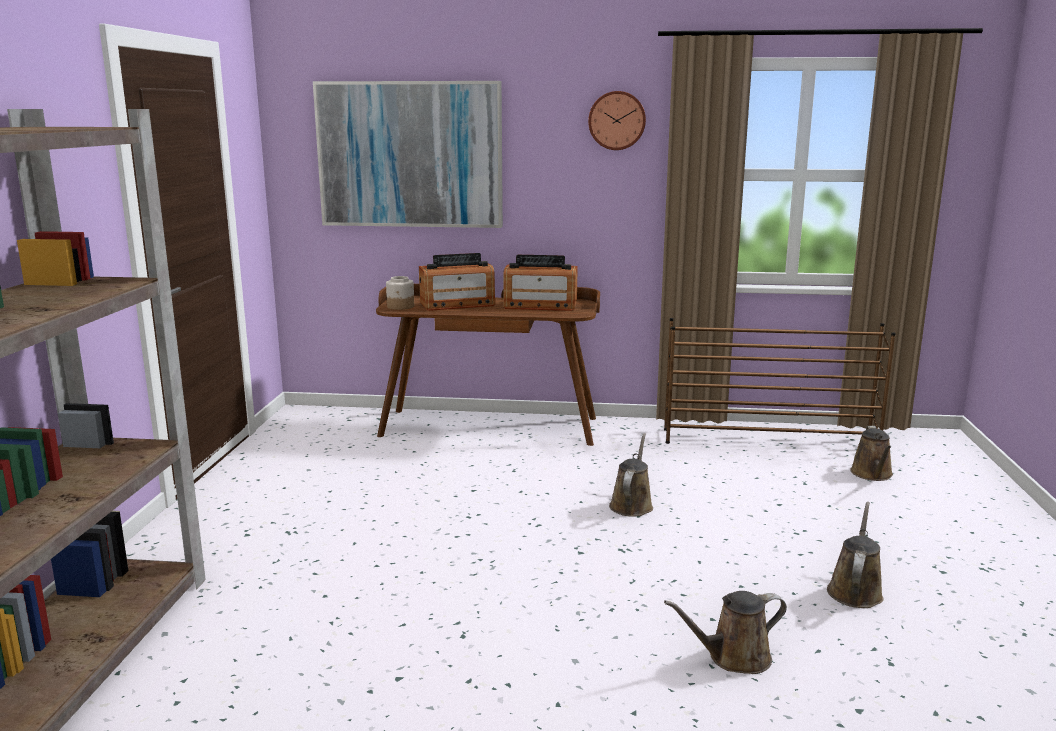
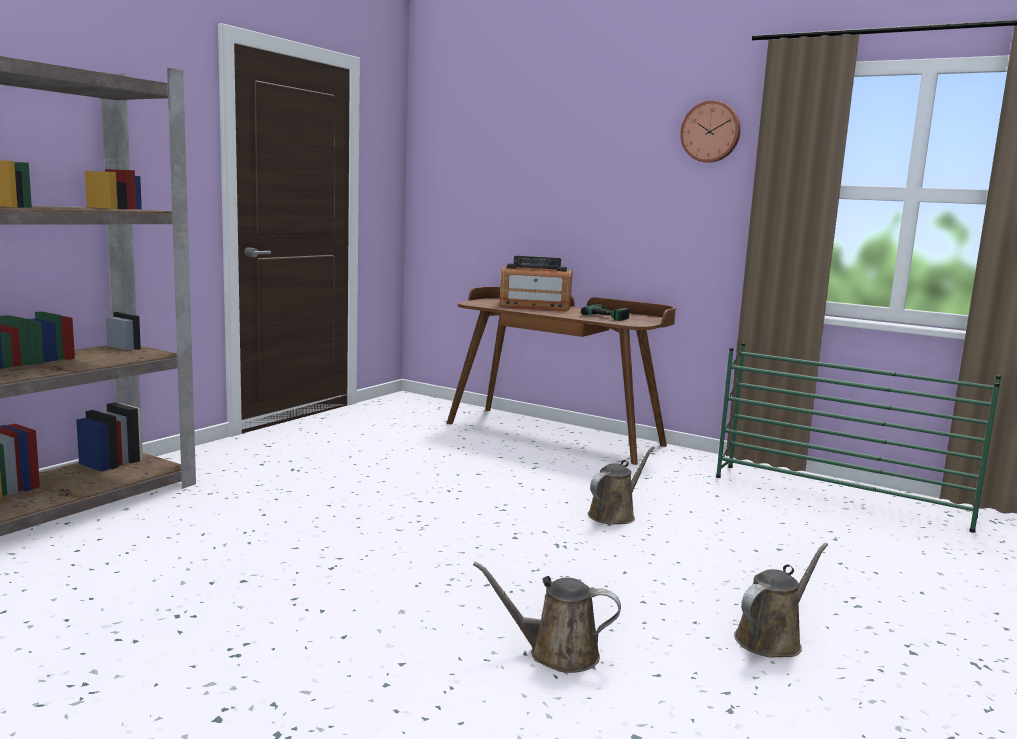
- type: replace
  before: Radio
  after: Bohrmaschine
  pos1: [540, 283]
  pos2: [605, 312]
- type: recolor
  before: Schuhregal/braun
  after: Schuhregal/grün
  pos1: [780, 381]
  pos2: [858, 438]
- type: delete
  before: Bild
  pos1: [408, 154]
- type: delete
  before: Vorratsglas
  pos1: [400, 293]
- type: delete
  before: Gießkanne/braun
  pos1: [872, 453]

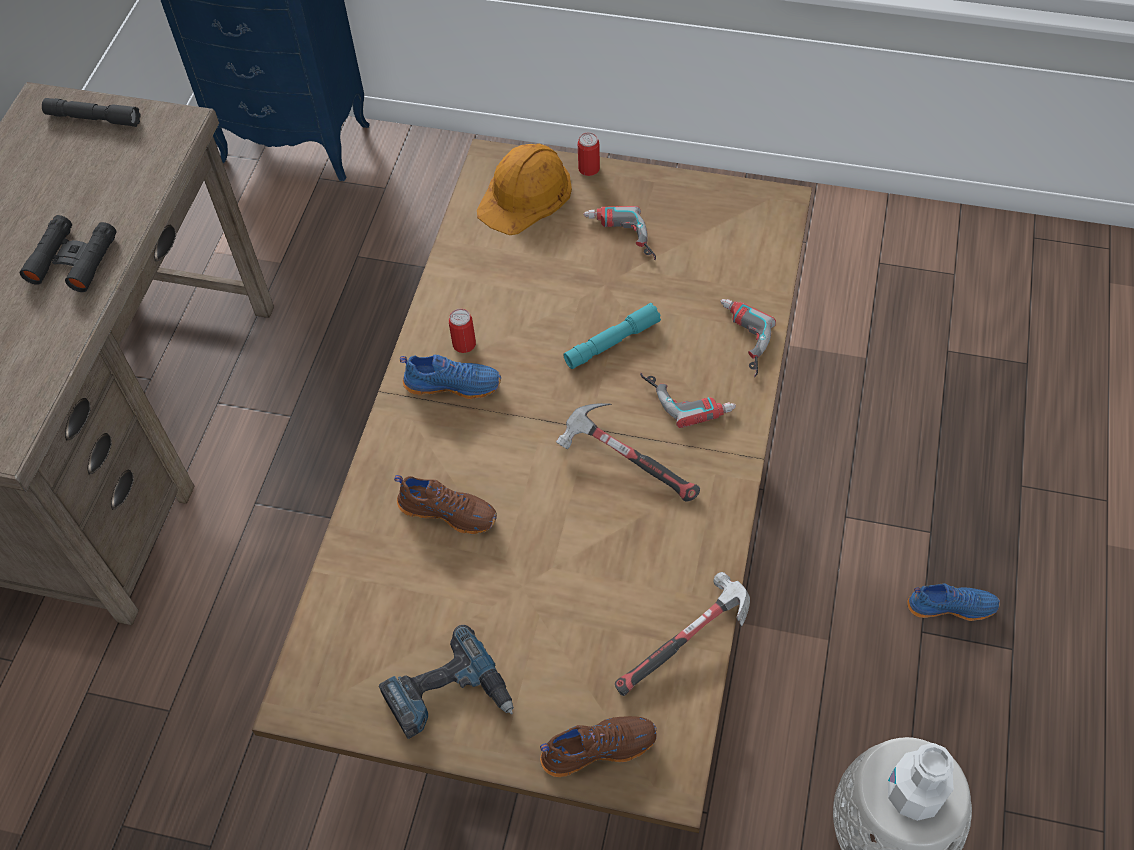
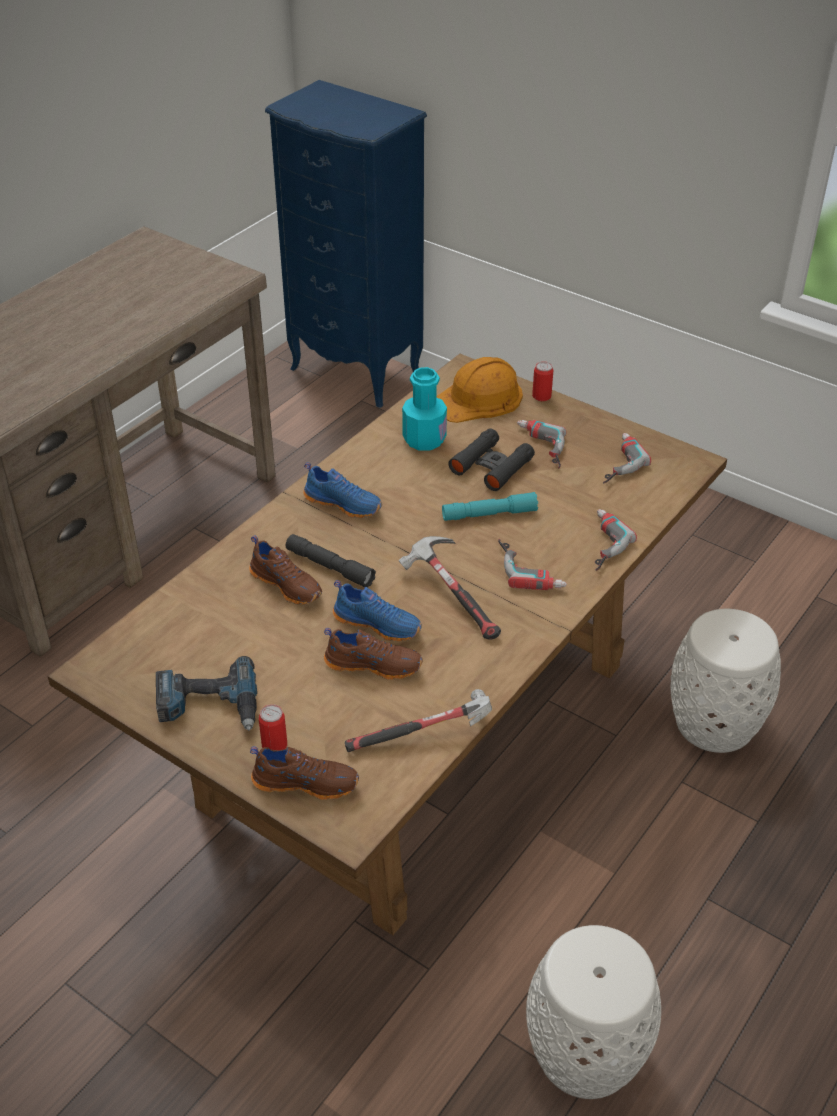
- type: move
  before: Dose
  pos1: [462, 331]
  pos2: [273, 727]
- type: move
  before: Taschenlampe/grau
  pos1: [91, 112]
  pos2: [331, 560]
- type: insert
  after: Schuh/braun
  pos2: [373, 654]
- type: move
  before: Schuh/blau
  pos1: [953, 602]
  pos2: [377, 611]
- type: insert
  after: Flasche/türkis
  pos2: [424, 409]
- type: move
  before: Fernglas/schwarz
  pos1: [68, 253]
  pos2: [492, 459]
- type: insert
  after: Bohrmaschine
  pos2: [627, 458]
- type: insert
  after: Hocker/weiß
  pos2: [726, 681]
- type: delete
  before: Flasche/weiß
  pos1: [921, 782]

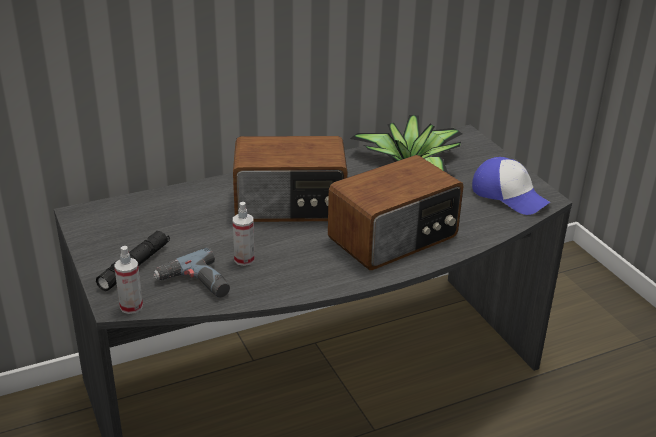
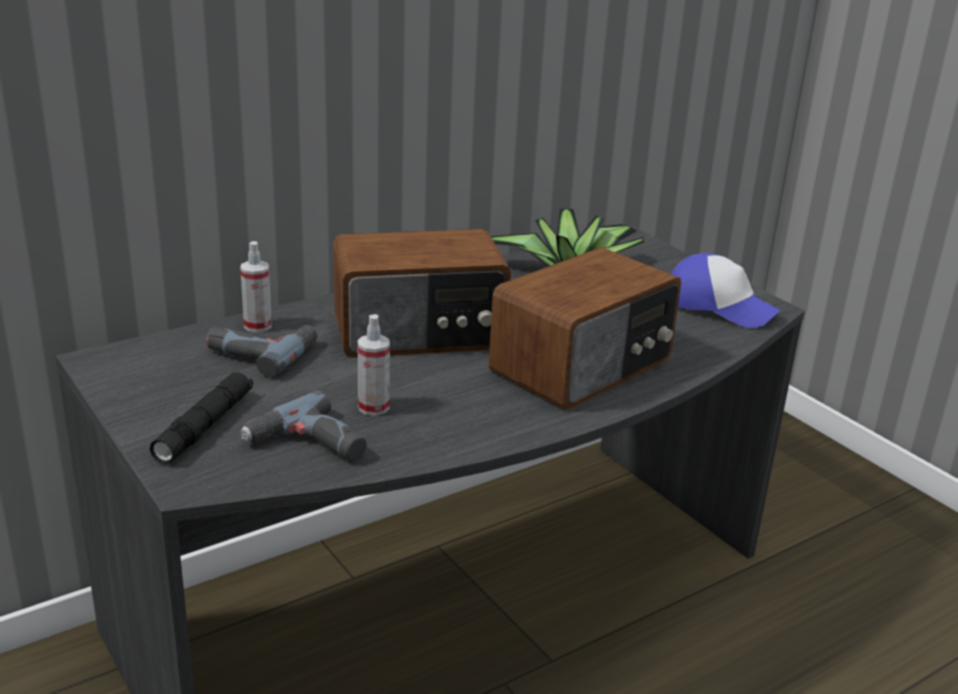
- type: insert
  after: Bohrmaschine
  pos2: [261, 351]
- type: move
  before: Sprühflasche
  pos1: [128, 280]
  pos2: [256, 286]

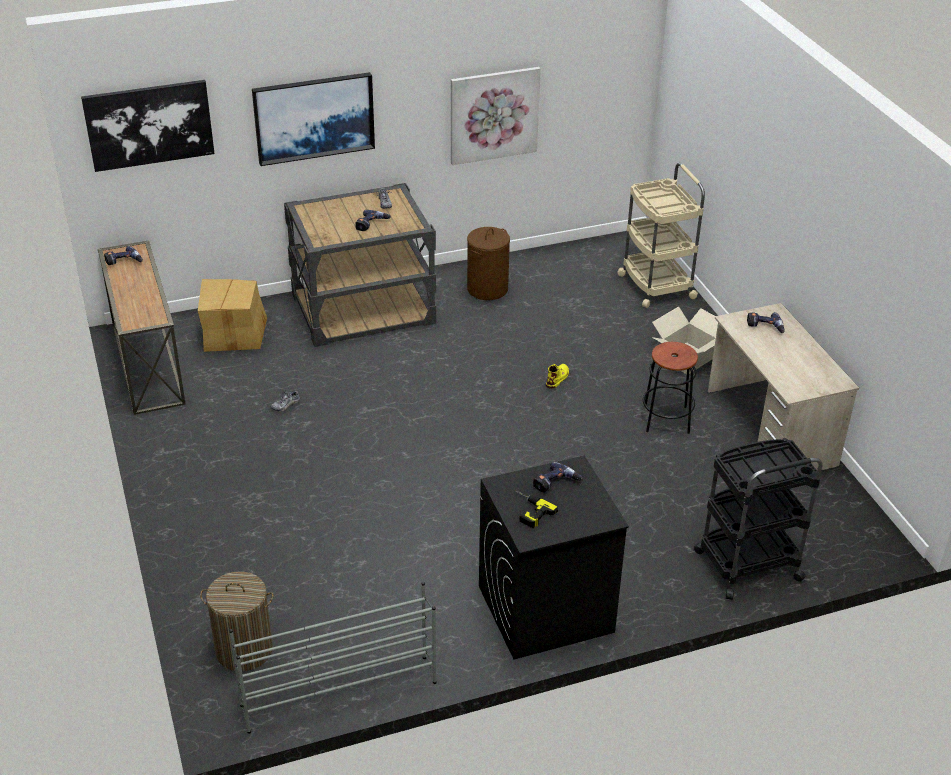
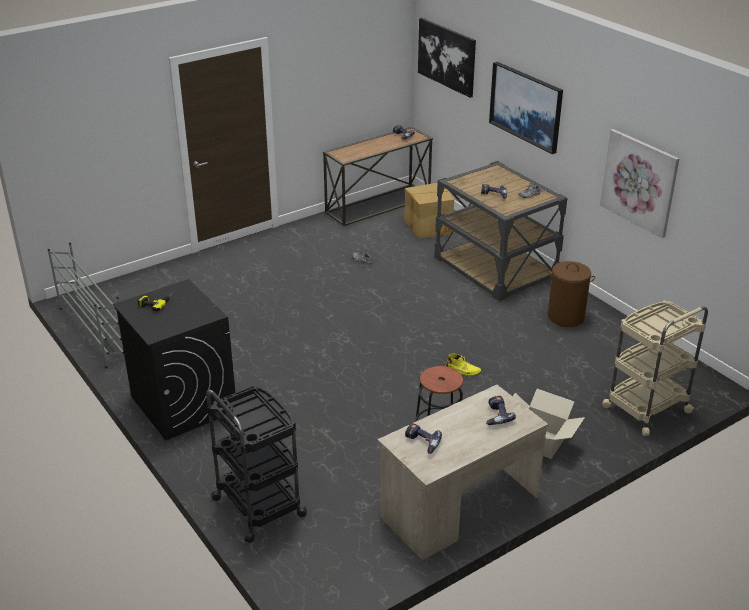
- type: move
  before: Bohrmaschine
  pos1: [558, 476]
  pos2: [423, 438]
- type: delete
  before: Wäschekorb
  pos1: [237, 621]

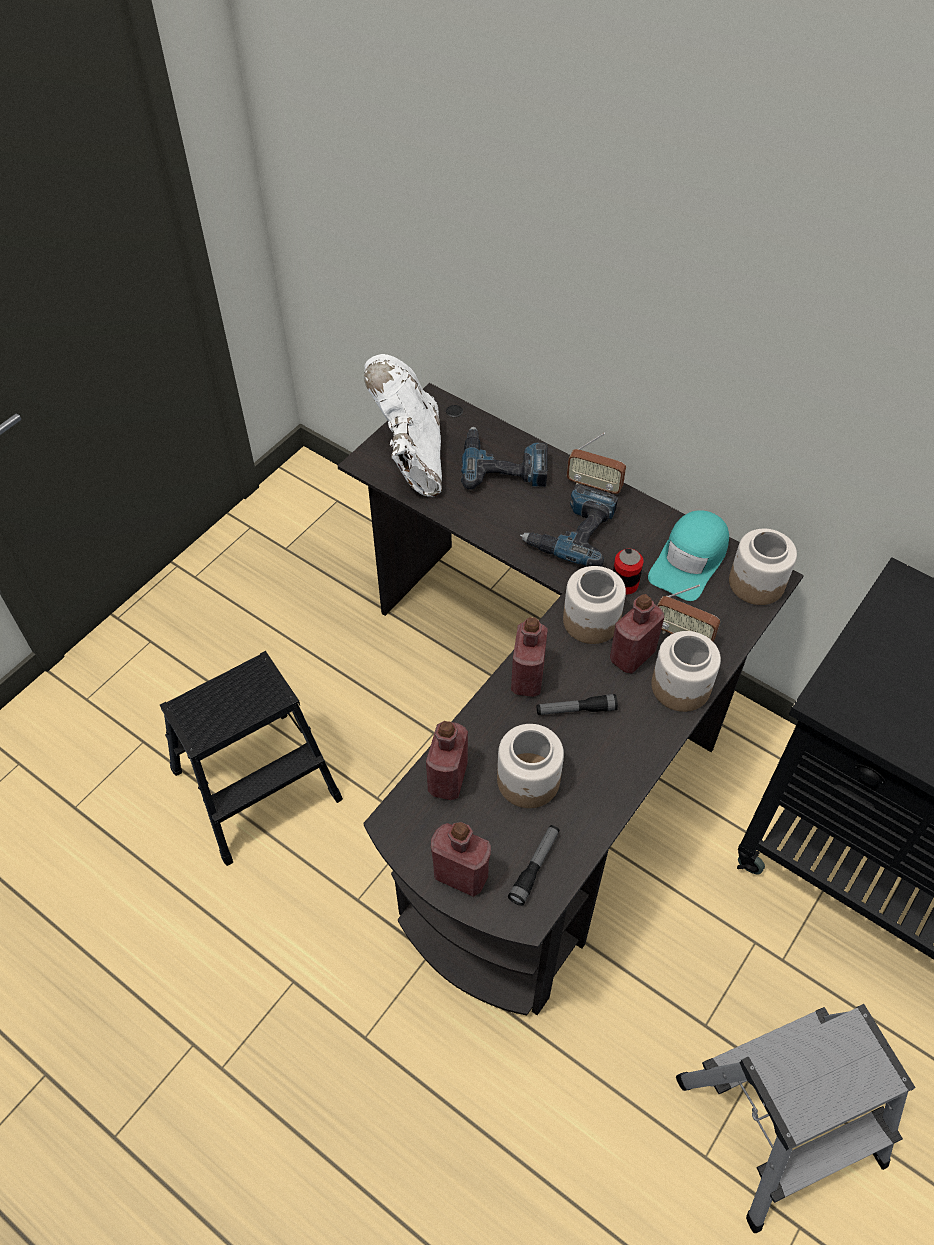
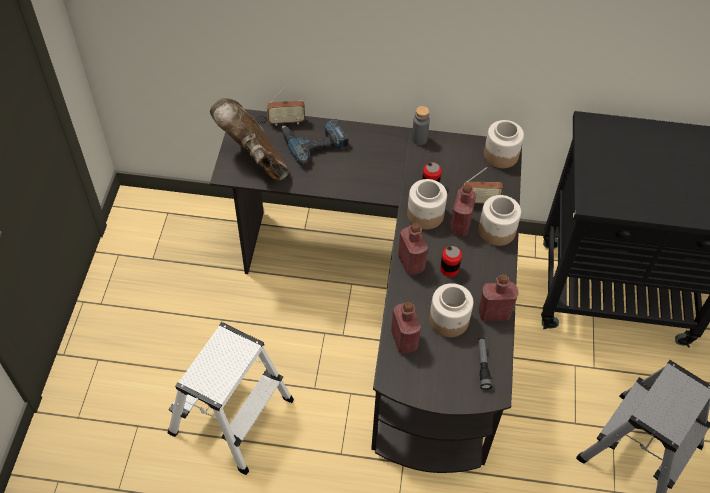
- type: recolor
  before: Trittleiter/schwarz
  after: Trittleiter/weiß
  pos1: [251, 758]
  pos2: [231, 398]
- type: recolor
  before: Stiefel/weiß
  after: Stiefel/braun
  pos1: [403, 425]
  pos2: [249, 139]
- type: move
  before: Radio
  pos1: [596, 463]
  pos2: [286, 106]
- type: insert
  after: Flasche/grau
  pos2: [421, 125]
- type: replace
  before: Taschenlampe
  after: Dose
  pos1: [577, 704]
  pos2: [451, 261]
- type: move
  before: Flasche/rot
  pos1: [461, 859]
  pos2: [499, 297]
- type: delete
  before: Bohrmaschine
  pos1: [569, 525]
- type: delete
  before: Kappe/türkis
  pos1: [688, 555]

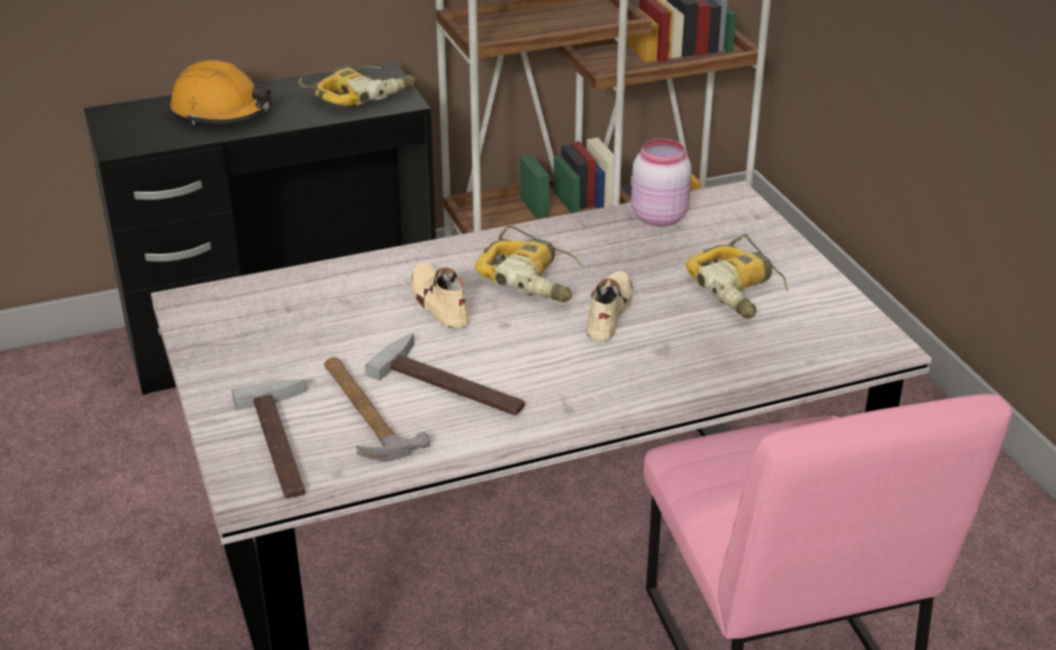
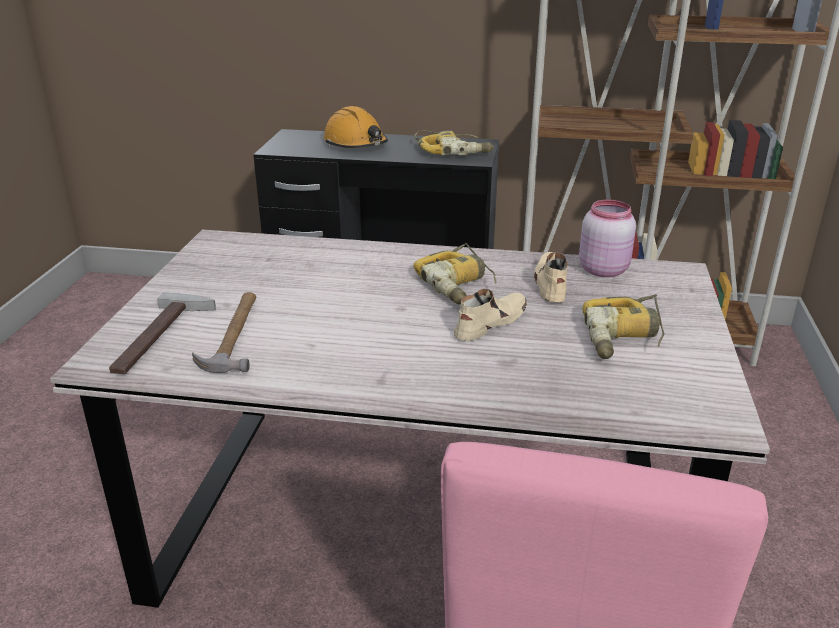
- type: move
  before: Schuh/beige
  pos1: [440, 295]
  pos2: [551, 277]
- type: delete
  before: Hammer
  pos1: [445, 374]

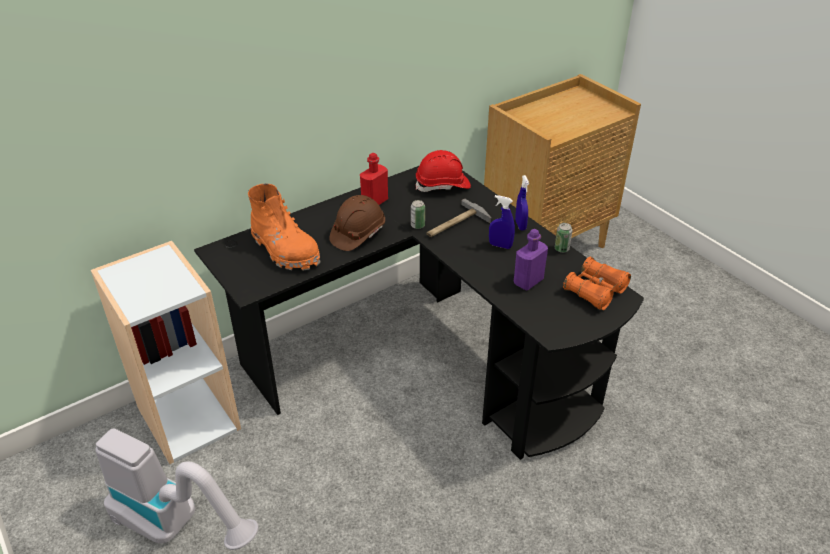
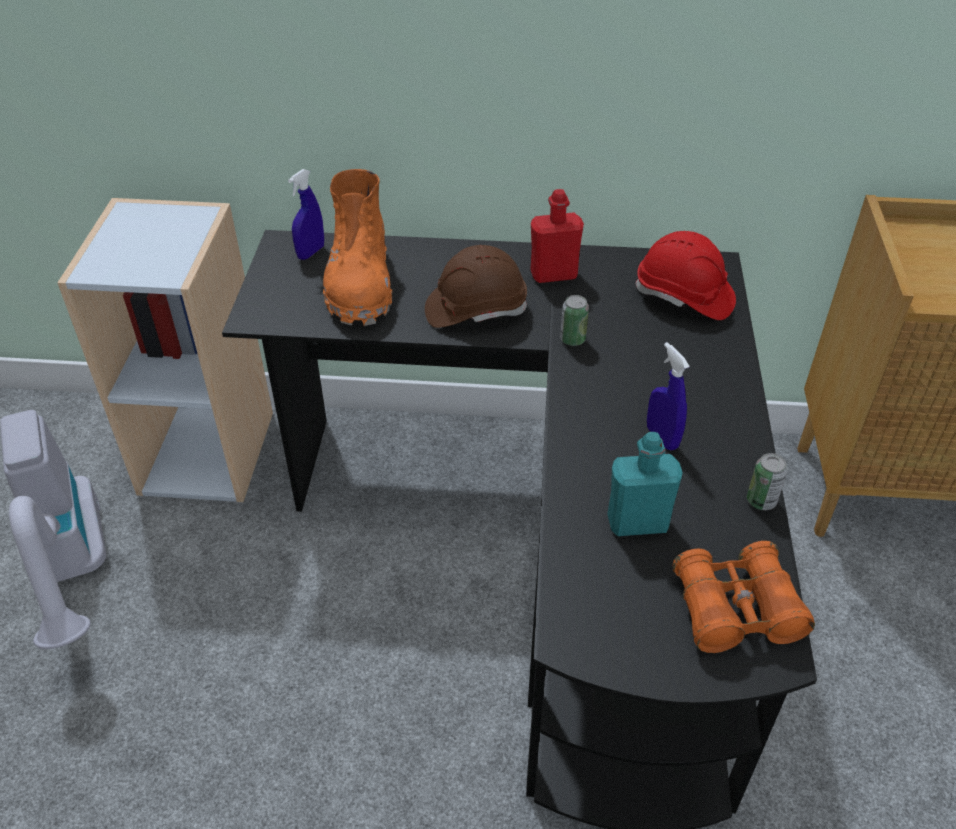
- type: move
  before: Sprühflasche/blau
  pos1: [522, 202]
  pos2: [306, 214]
- type: recolor
  before: Flasche/lila
  after: Flasche/türkis
  pos1: [531, 259]
  pos2: [645, 484]
- type: delete
  before: Hammer
  pos1: [459, 218]

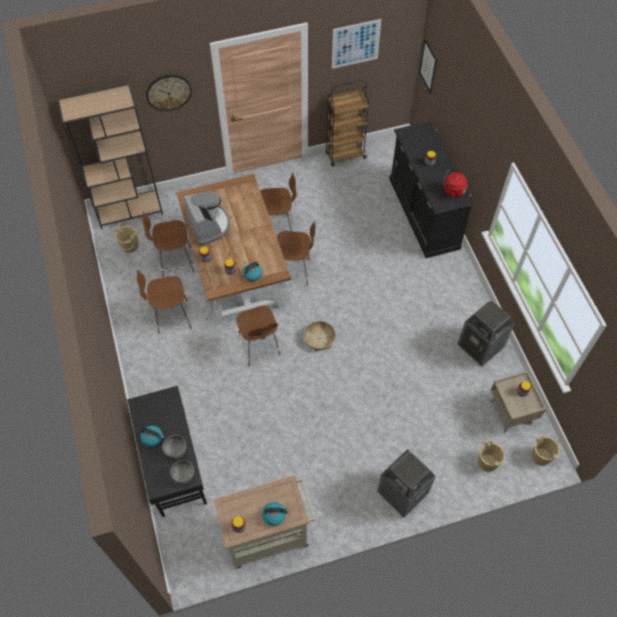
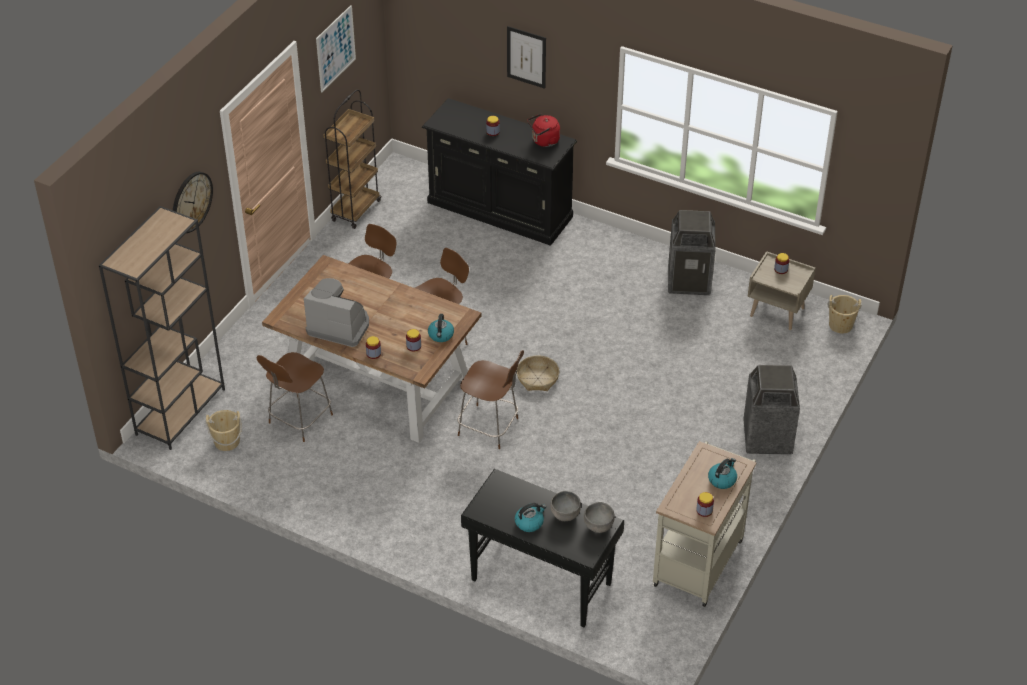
- type: move
  before: Bild
  pos1: [428, 66]
  pos2: [526, 57]
- type: delete
  before: Stuhl/braun
  pos1: [164, 302]
- type: delete
  before: Eimer/beige
  pos1: [491, 456]

